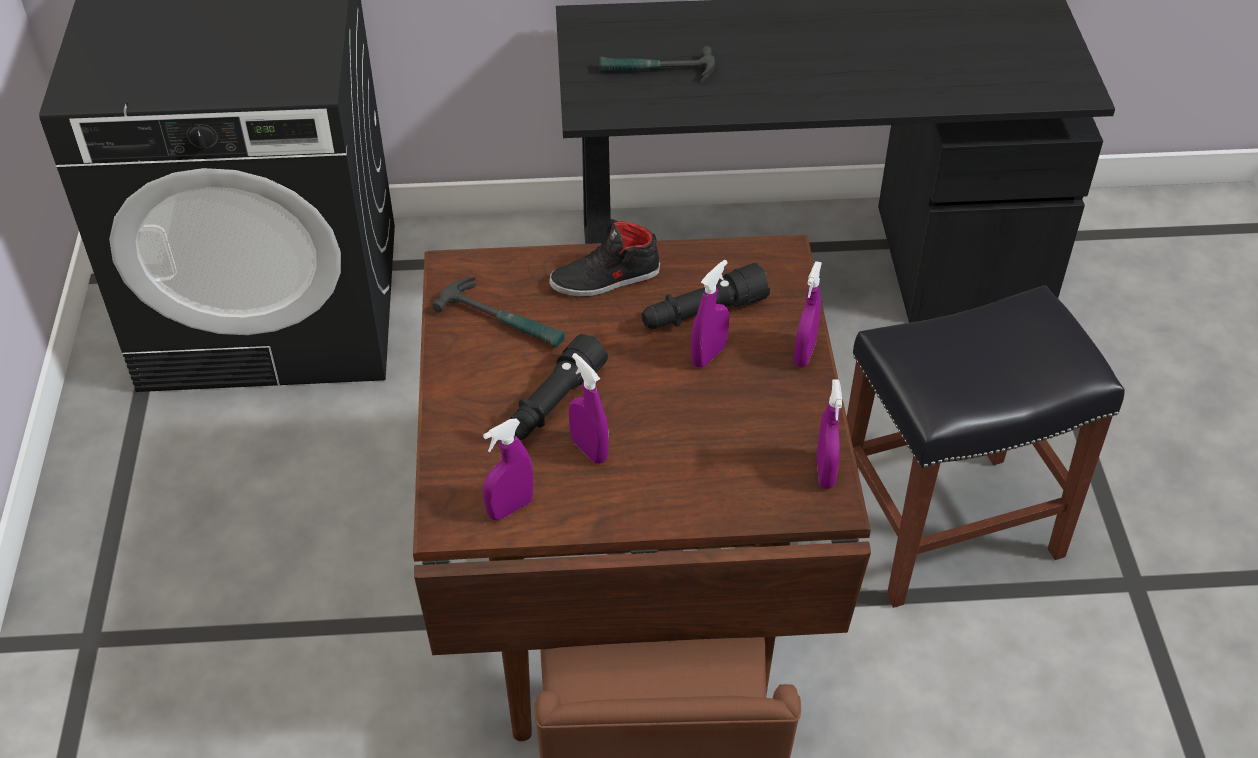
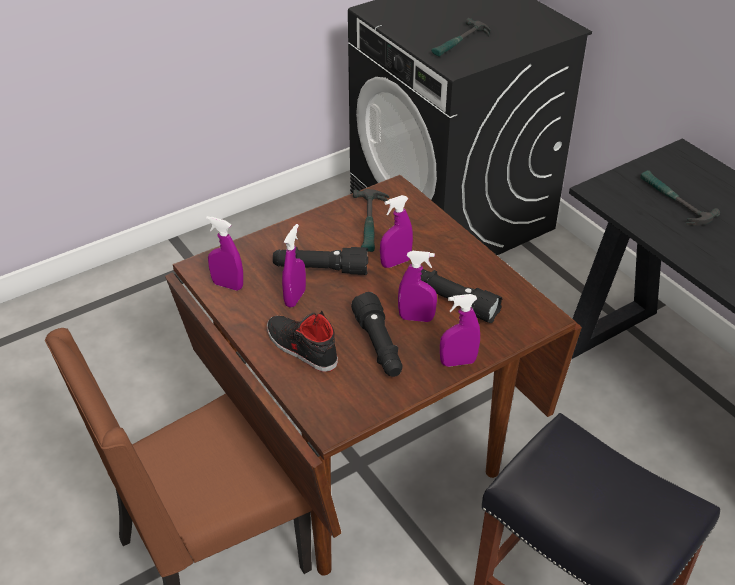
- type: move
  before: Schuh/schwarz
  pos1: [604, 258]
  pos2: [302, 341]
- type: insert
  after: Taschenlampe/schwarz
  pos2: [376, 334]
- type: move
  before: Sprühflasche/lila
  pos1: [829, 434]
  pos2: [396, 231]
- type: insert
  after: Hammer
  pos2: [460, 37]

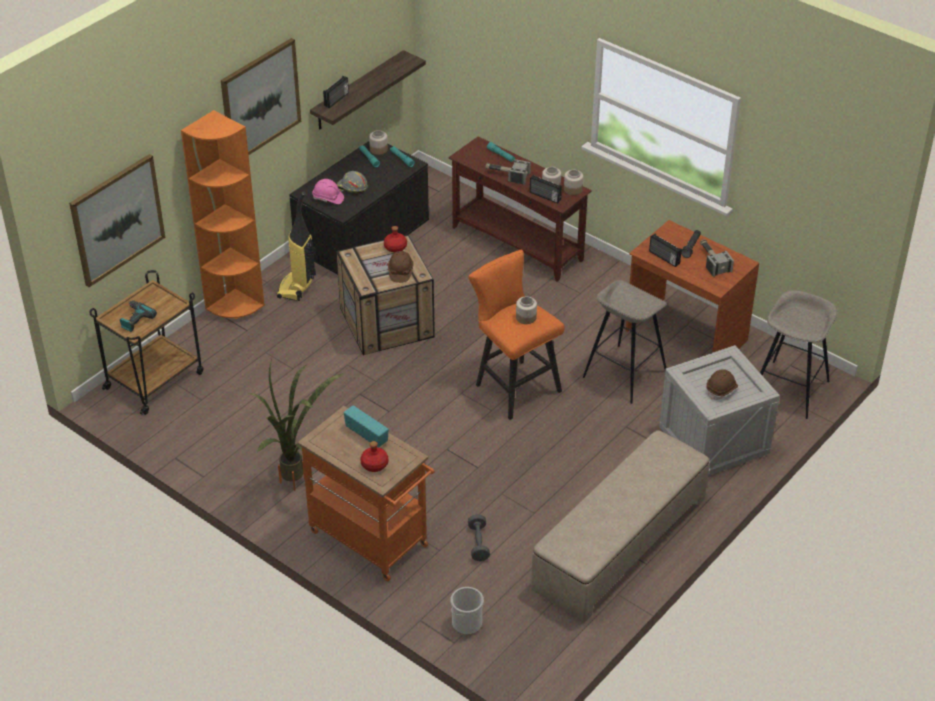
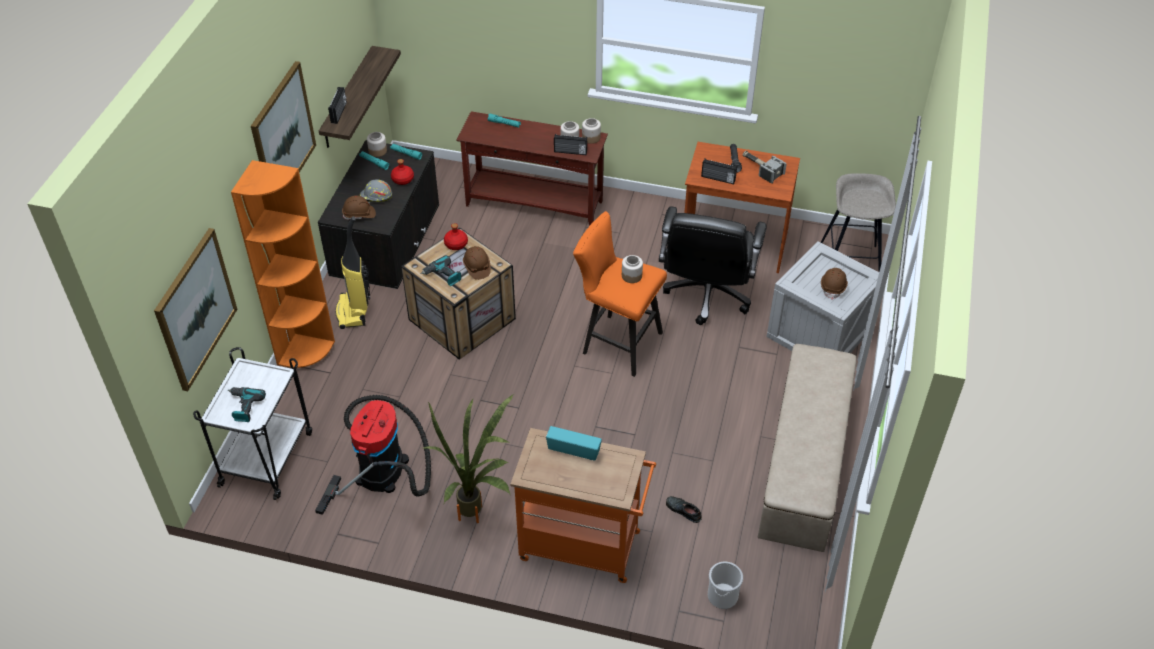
- type: recolor
  before: Rollwagen/braun
  after: Rollwagen/weiß
  pos1: [147, 342]
  pos2: [252, 423]
- type: insert
  after: Staubsauger
  pos2: [373, 455]
- type: recolor
  before: Schutzhelm/rosa
  after: Schutzhelm/braun
  pos1: [328, 191]
  pos2: [359, 207]
- type: move
  before: Flasche/rot
  pos1: [374, 456]
  pos2: [402, 172]
- type: insert
  after: Bohrmaschine
  pos2: [441, 270]
- type: replace
  before: Hocker/grau
  after: Bürostuhl/schwarz
  pos1: [625, 342]
  pos2: [713, 265]
- type: replace
  before: Hantel/grau
  after: Schuh/schwarz
  pos1: [479, 537]
  pos2: [684, 509]
- type: delete
  before: Hammer
  pos1: [508, 171]

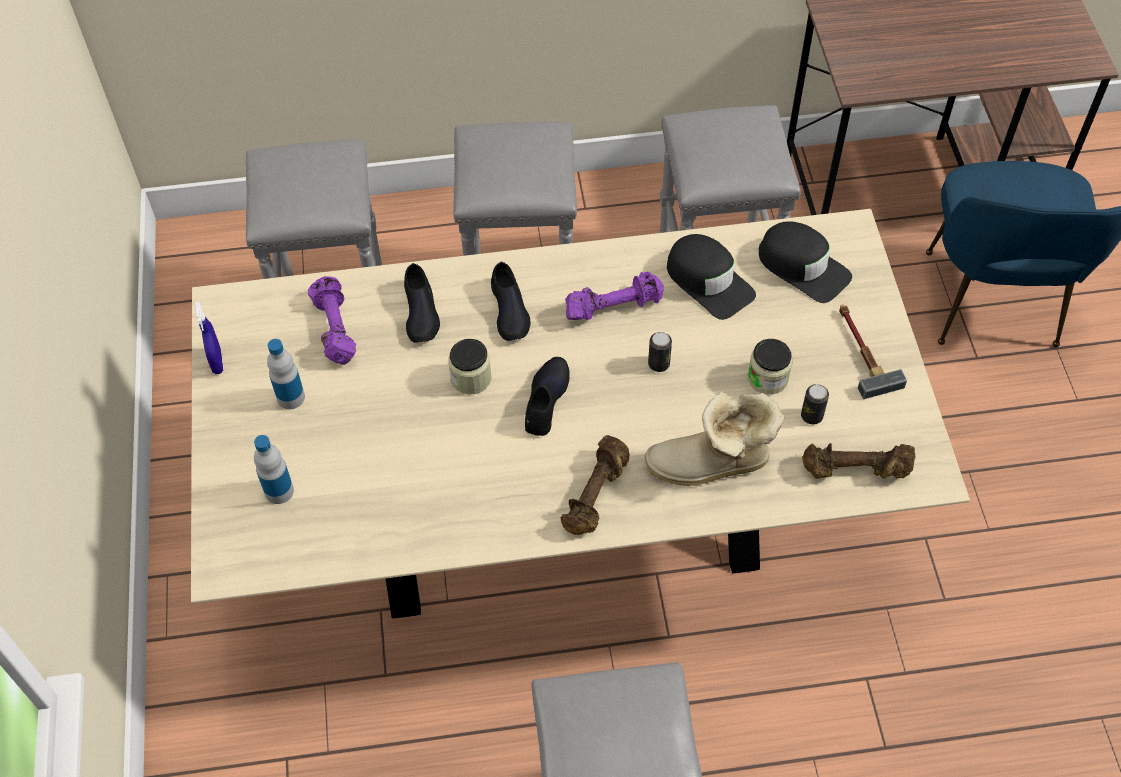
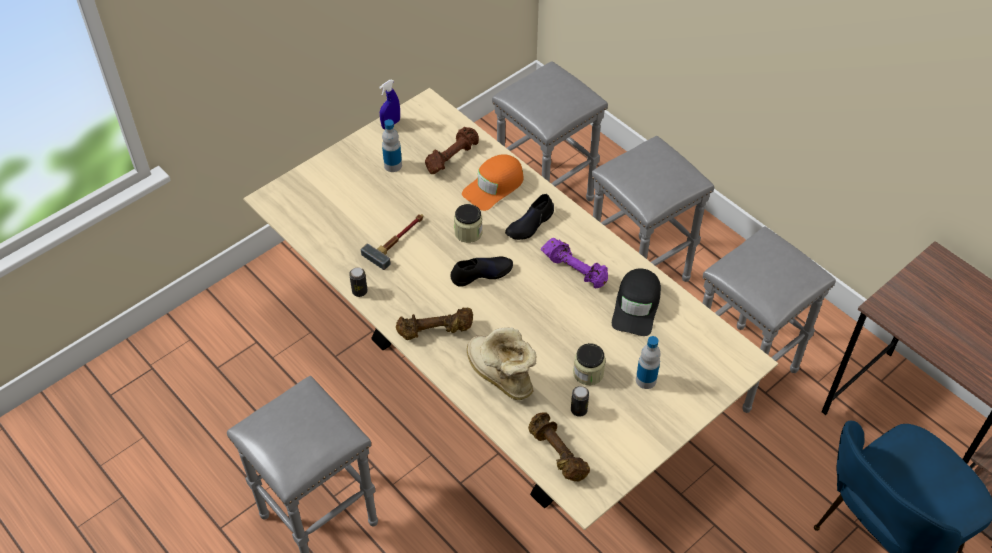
- type: move
  before: Dose
  pos1: [660, 352]
  pos2: [358, 282]
- type: move
  before: Hammer
  pos1: [873, 351]
  pos2: [392, 242]
- type: recolor
  before: Hantel/lila
  after: Hantel/braun
  pos1: [332, 320]
  pos2: [452, 150]
- type: replace
  before: Schuh/schwarz
  after: Kappe/orange
  pos1: [422, 303]
  pos2: [492, 182]
- type: move
  before: Flasche
  pos1: [274, 469]
  pos2: [648, 362]
- type: delete
  before: Kappe/schwarz
  pos1: [805, 262]

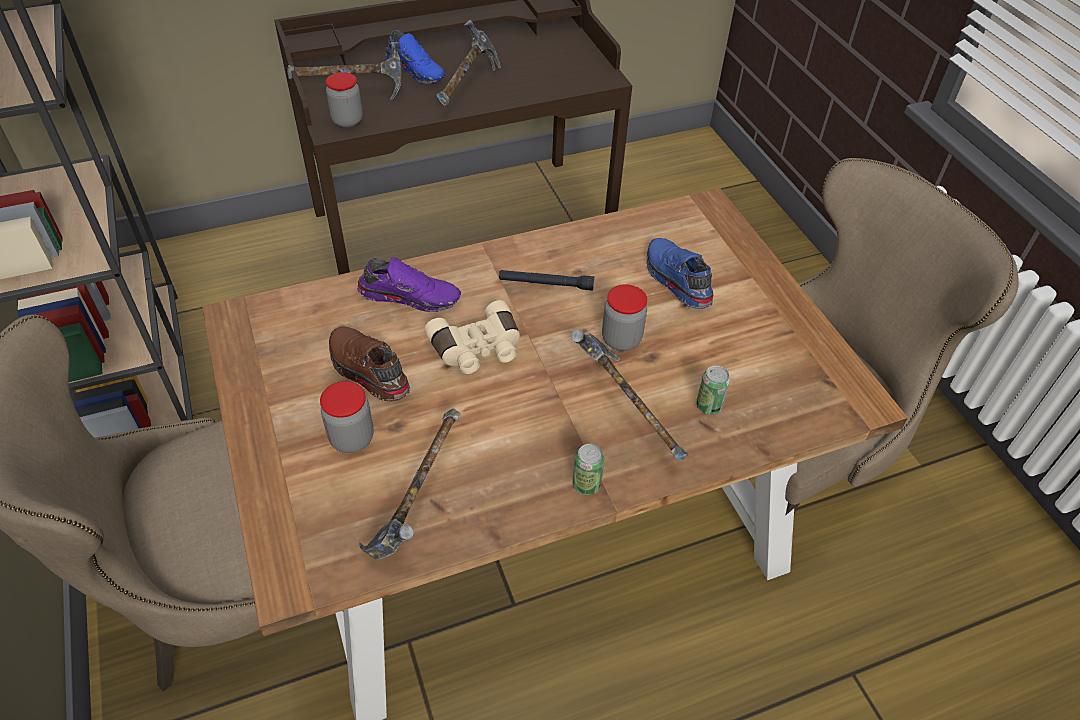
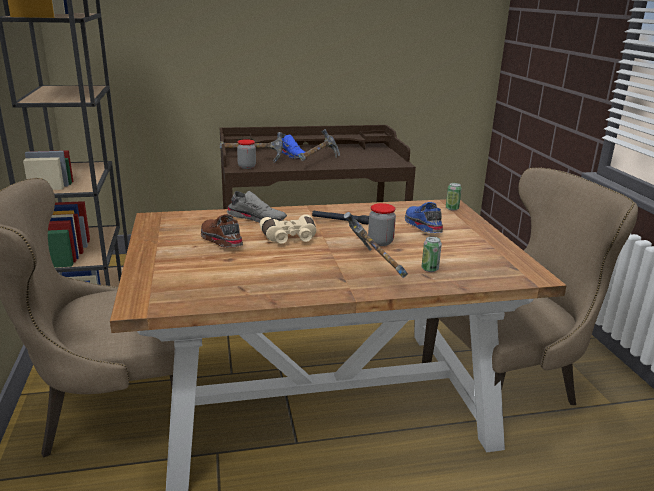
- type: recolor
  before: Schuh/lila
  after: Schuh/grau
  pos1: [409, 284]
  pos2: [257, 207]
- type: move
  before: Dose
  pos1: [588, 469]
  pos2: [454, 197]
- type: delete
  before: Vorratsglas
  pos1: [347, 417]
- type: delete
  before: Hammer
  pos1: [410, 484]

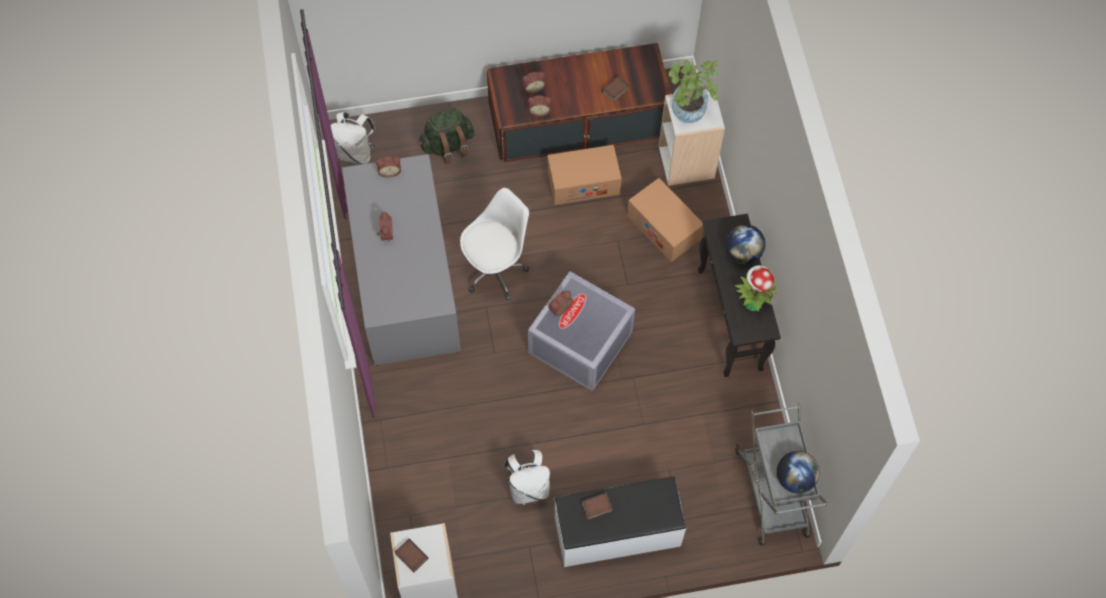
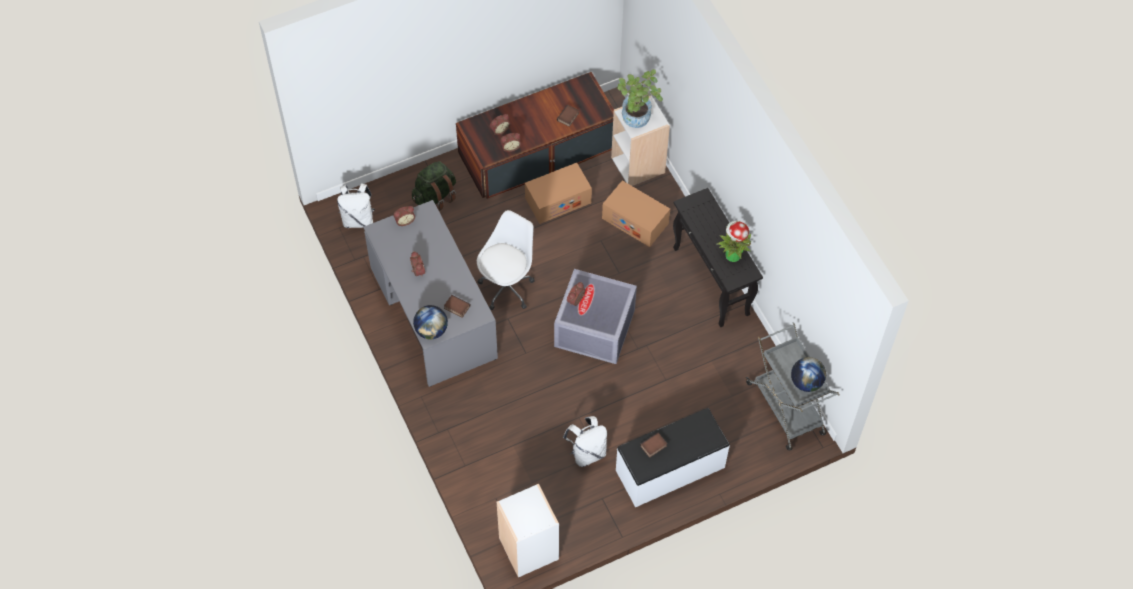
- type: move
  before: Globus
  pos1: [745, 244]
  pos2: [430, 322]
- type: move
  before: Buch
  pos1: [411, 555]
  pos2: [457, 306]

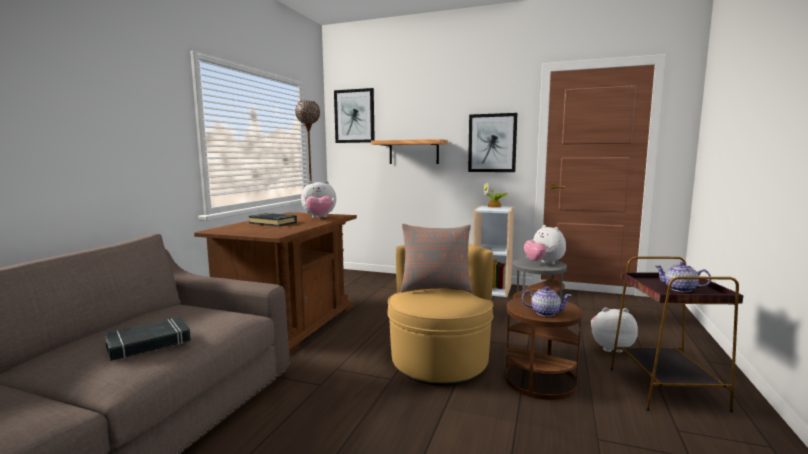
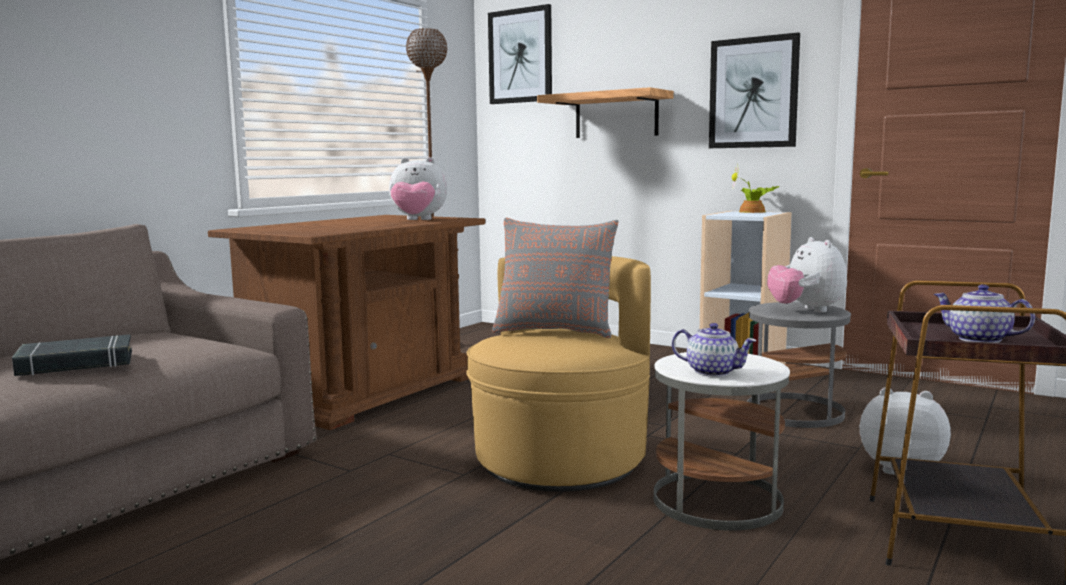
- type: recolor
  before: Beistelltisch/braun
  after: Beistelltisch/weiß
  pos1: [544, 348]
  pos2: [722, 441]
- type: delete
  before: Buch/schwarz
  pos1: [273, 220]

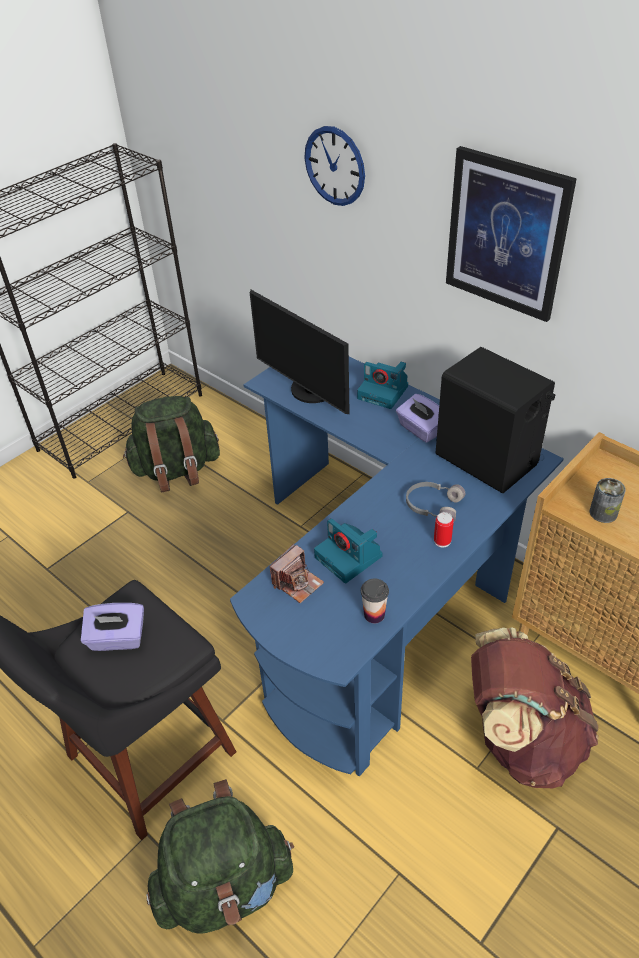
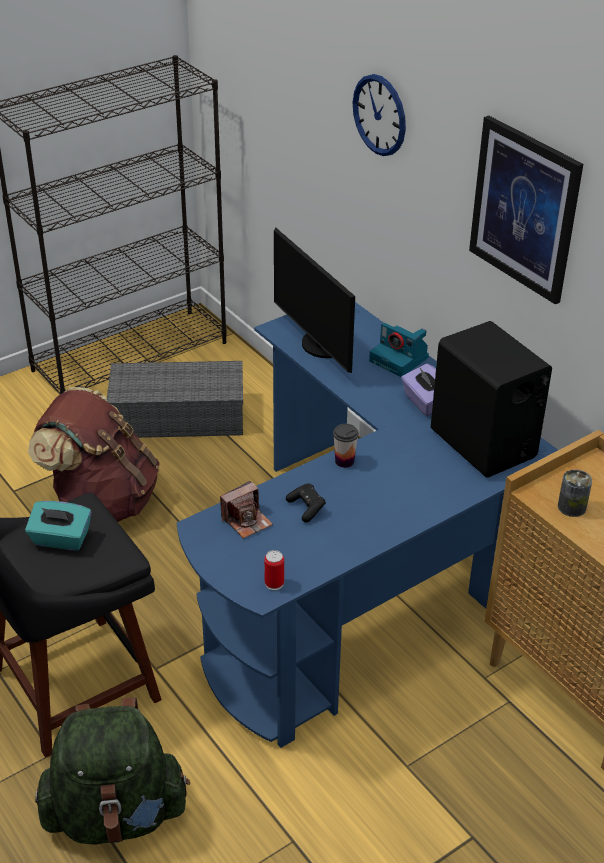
- type: recolor
  before: Taschentuchbox/lila
  after: Taschentuchbox/türkis
  pos1: [112, 627]
  pos2: [58, 526]
- type: move
  before: Rucksack/braun
  pos1: [535, 707]
  pos2: [94, 454]
- type: replace
  before: Rucksack/grün
  after: Aufbewahrungsbox/grau
  pos1: [171, 444]
  pos2: [175, 399]
- type: move
  before: Dose
  pos1: [444, 529]
  pos2: [274, 570]
- type: replace
  before: Kamera
  after: Gamepad/schwarz
  pos1: [348, 550]
  pos2: [306, 502]
- type: move
  before: Tasse
  pos1: [375, 600]
  pos2: [346, 446]
- type: delete
  before: Kopfhörer/grau
  pos1: [435, 501]

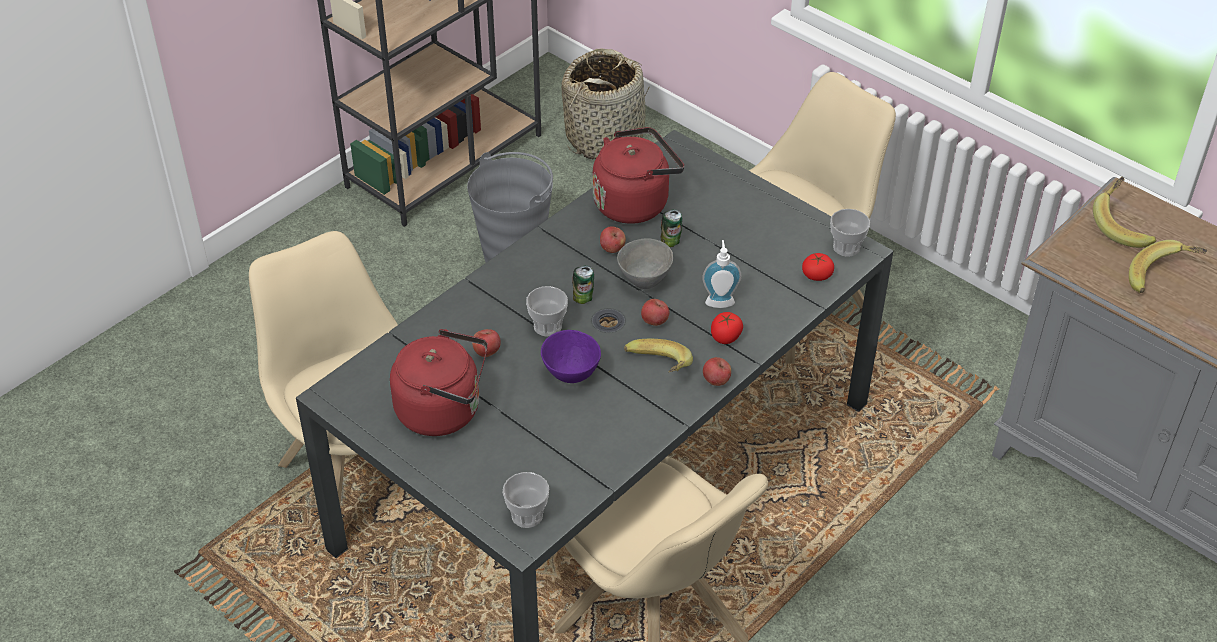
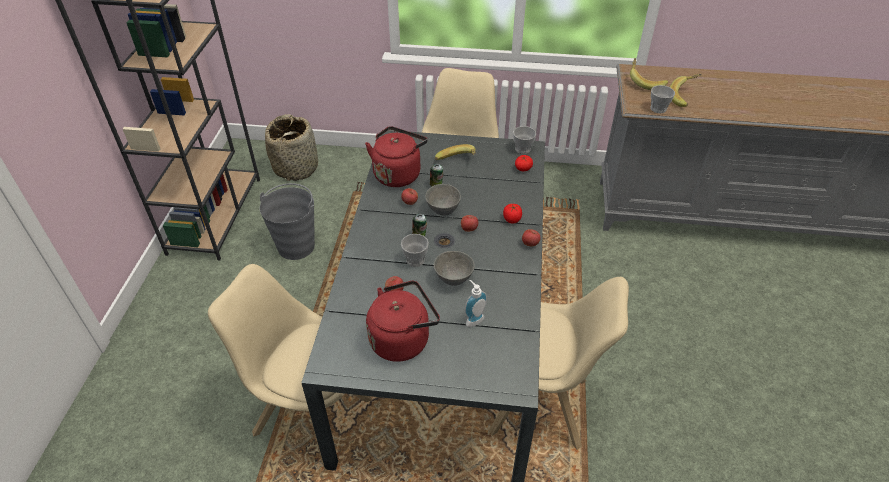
- type: recolor
  before: Schüssel/lila
  after: Schüssel/grau
  pos1: [571, 356]
  pos2: [454, 268]
- type: move
  before: Banane
  pos1: [658, 356]
  pos2: [455, 152]
- type: move
  before: Seifenspender
  pos1: [721, 274]
  pos2: [475, 303]
- type: move
  before: Tasse
  pos1: [525, 500]
  pos2: [663, 99]

